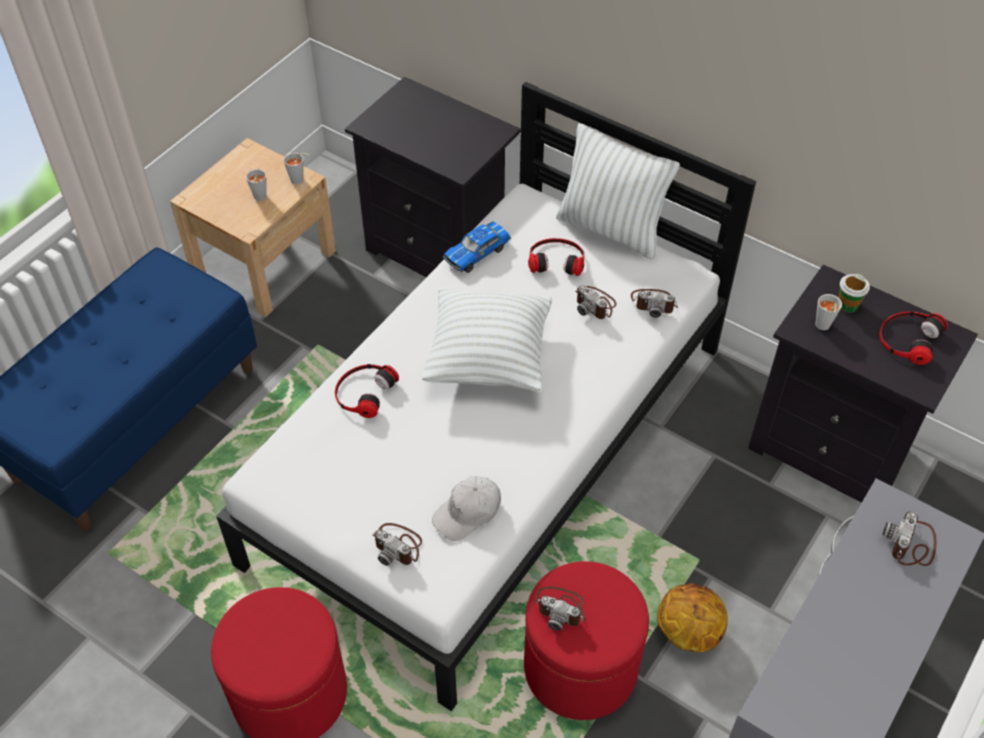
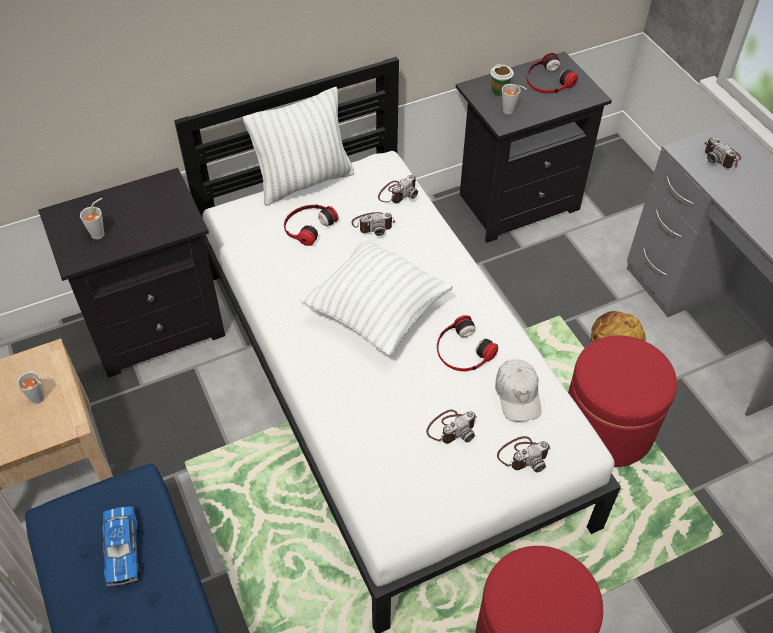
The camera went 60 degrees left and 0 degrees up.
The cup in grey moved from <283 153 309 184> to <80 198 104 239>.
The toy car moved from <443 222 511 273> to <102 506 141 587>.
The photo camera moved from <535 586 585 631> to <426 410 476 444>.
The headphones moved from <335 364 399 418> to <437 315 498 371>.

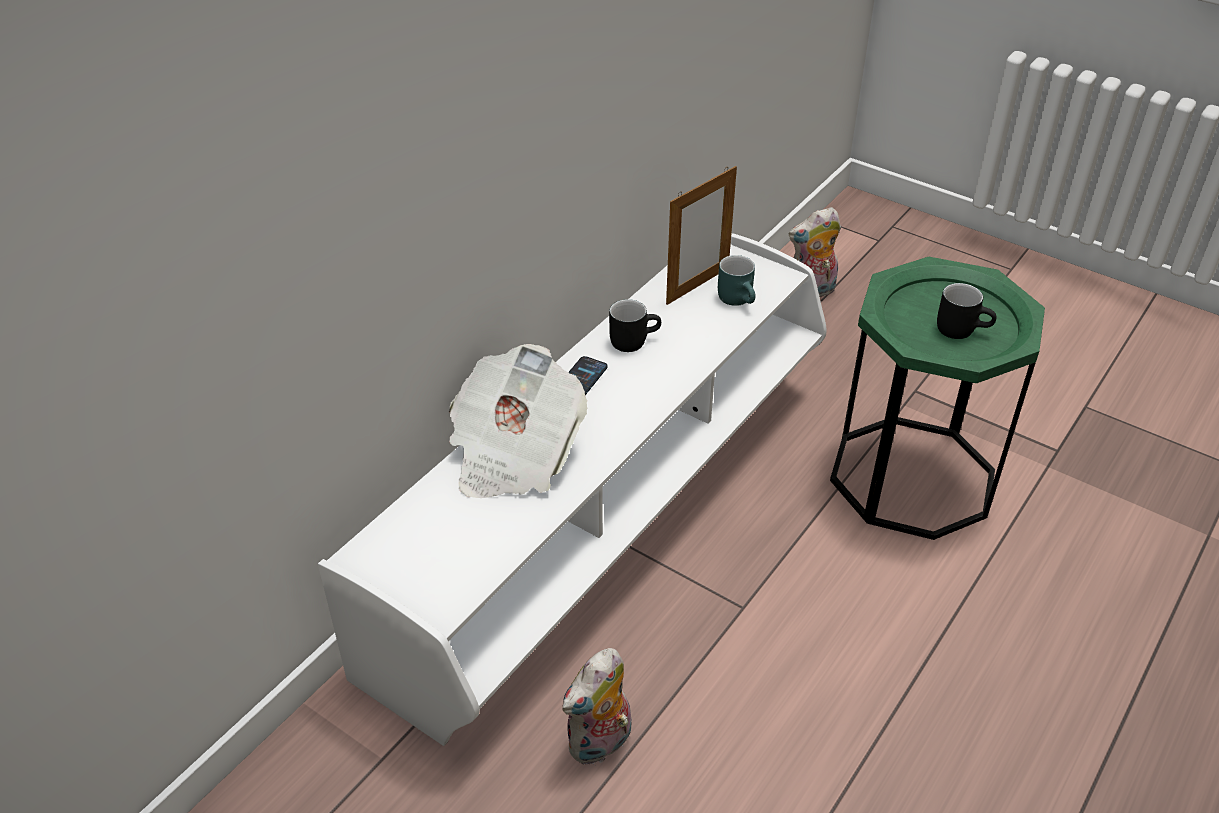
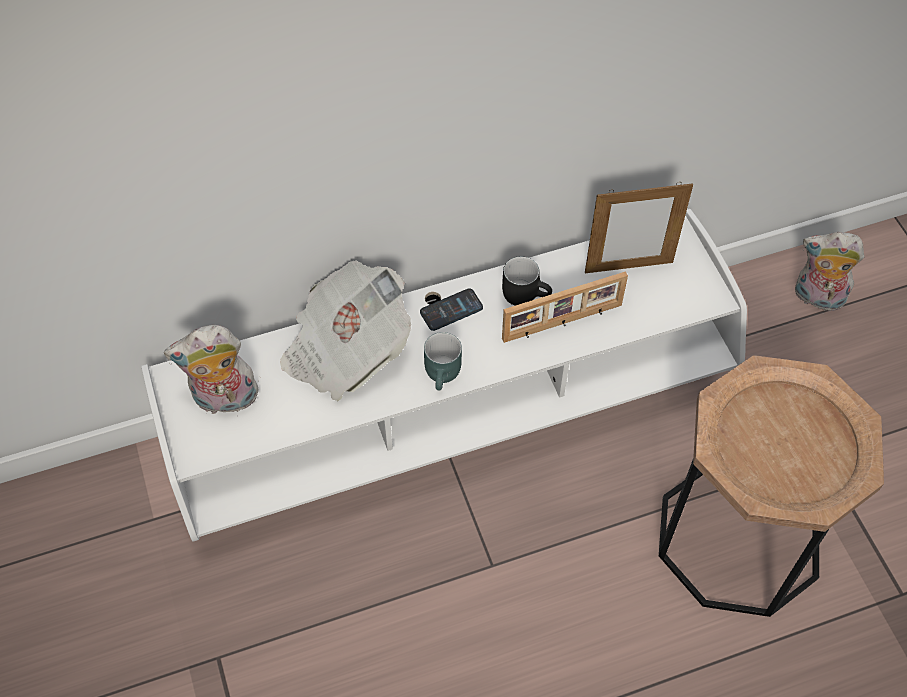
The camera went 35 degrees right and 15 degrees up.
The plush toy moved from <562 648 631 766> to <164 325 259 414>.
The mug in turquoise moved from <718 255 756 306> to <424 332 462 390>.
The picture frame at <502 271 628 343> appeared.
The side table in green at <830 257 1045 540> became the side table in brown at <659 355 884 617>.
The mug in black at <937 283 996 339> disappeared.

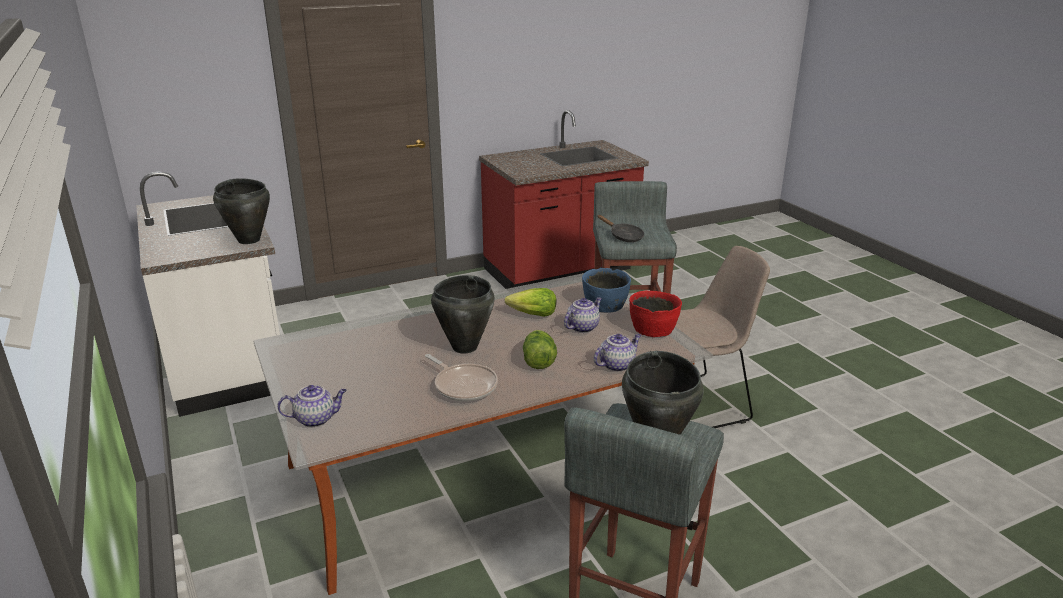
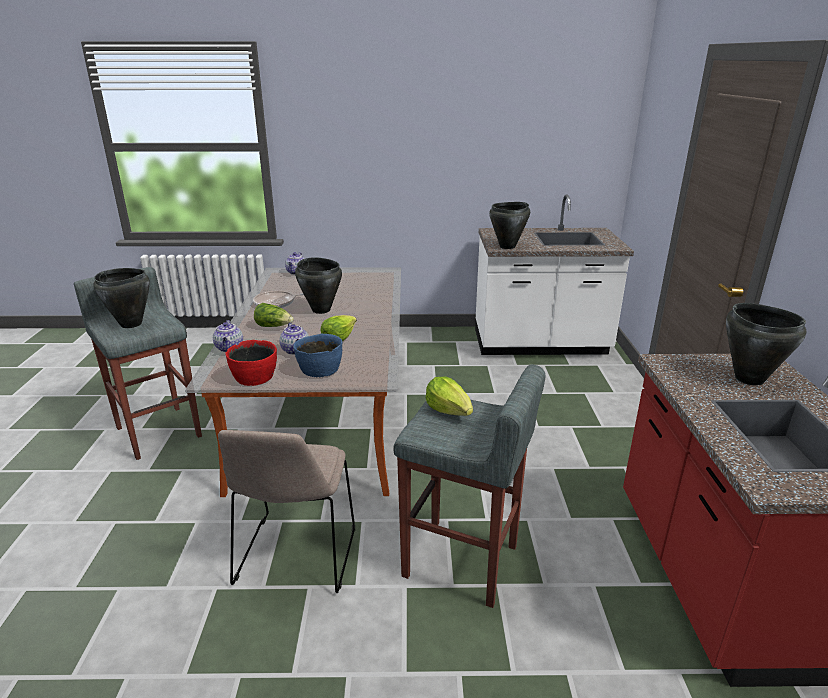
The camera went 115 degrees right and 0 degrees up.
The frying pan in black at <597 215 644 242> was replaced by the lettuce at <426 377 473 416>.
The cooking pot in black at <726 303 806 385> appeared.

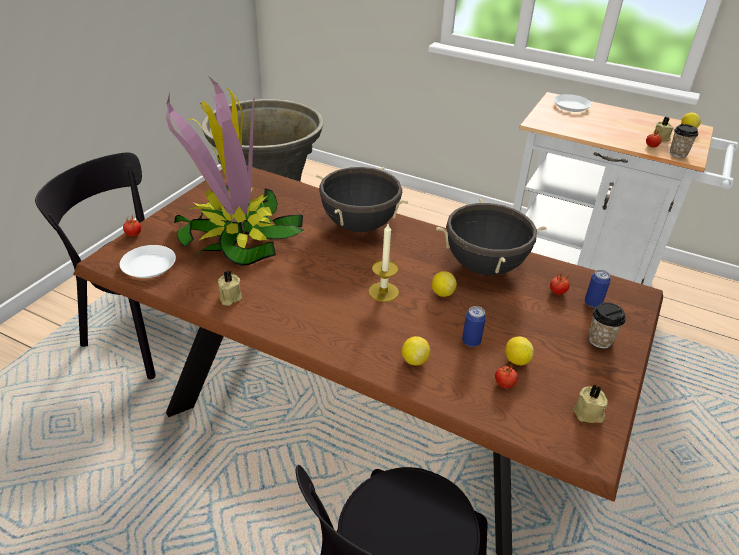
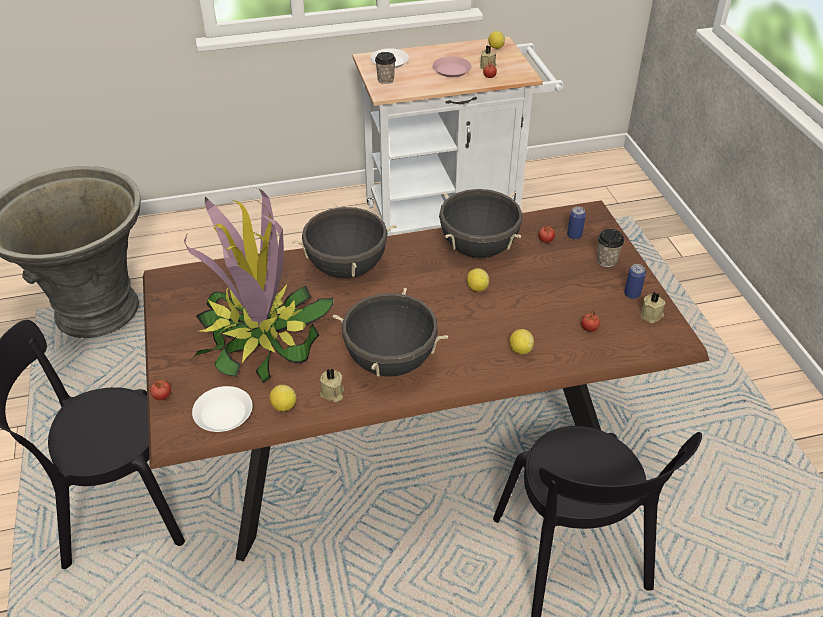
The camera went 40 degrees left and 5 degrees up.
The lemon moved from <505 336 534 365> to <269 385 297 411>.
The cooking pot in black at <333 288 449 377> appeared.
The cup moved from <670 124 698 158> to <375 52 396 84>.
The plate in pink at <432 56 471 77> appeared.
The can moved from <462 306 486 347> to <624 264 646 299>.
The candle at <368 224 399 302> disappeared.

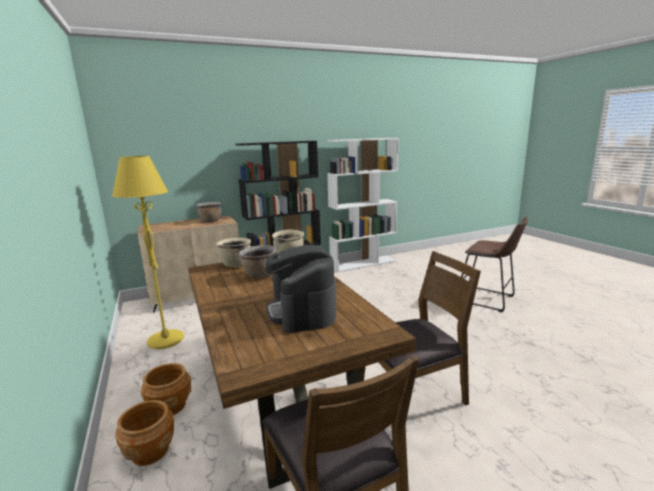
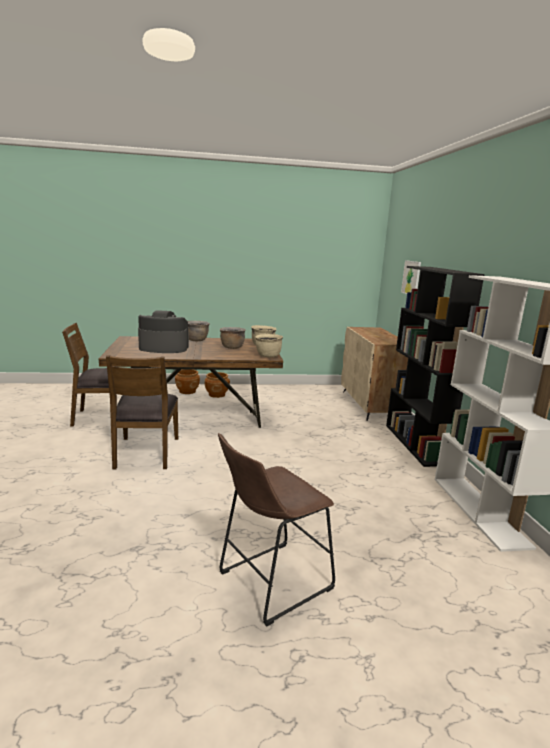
The camera went 105 degrees right and 0 degrees up.
The cooking pot in brown moved from <196 202 221 222> to <188 321 210 341>.
The picture at <401 260 421 294> appeared.
The floor lamp in yellow at <112 156 184 349> disappeared.

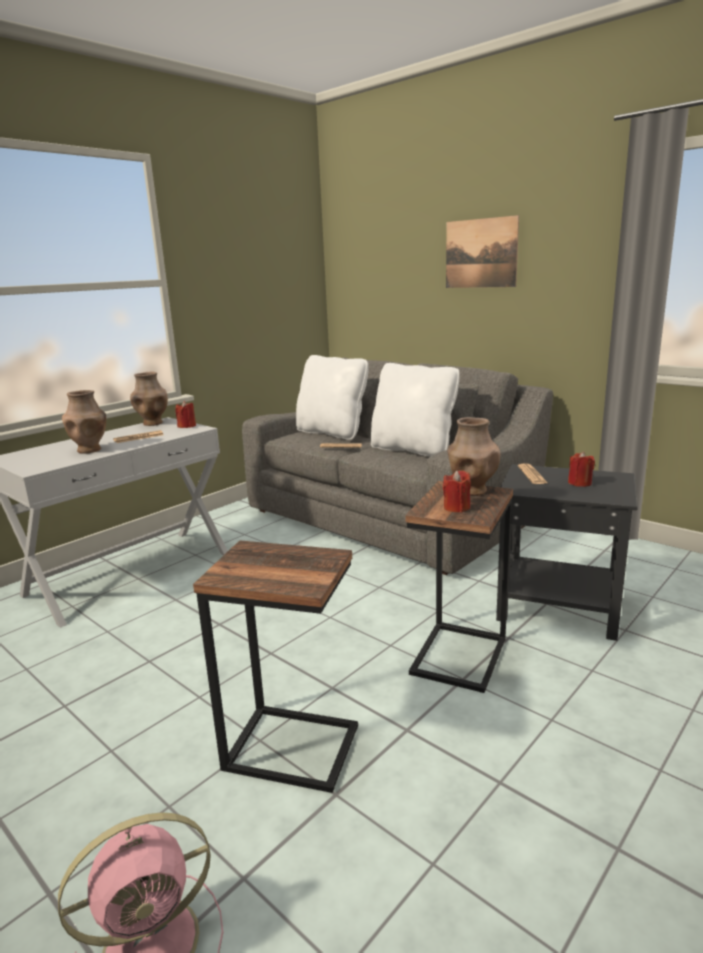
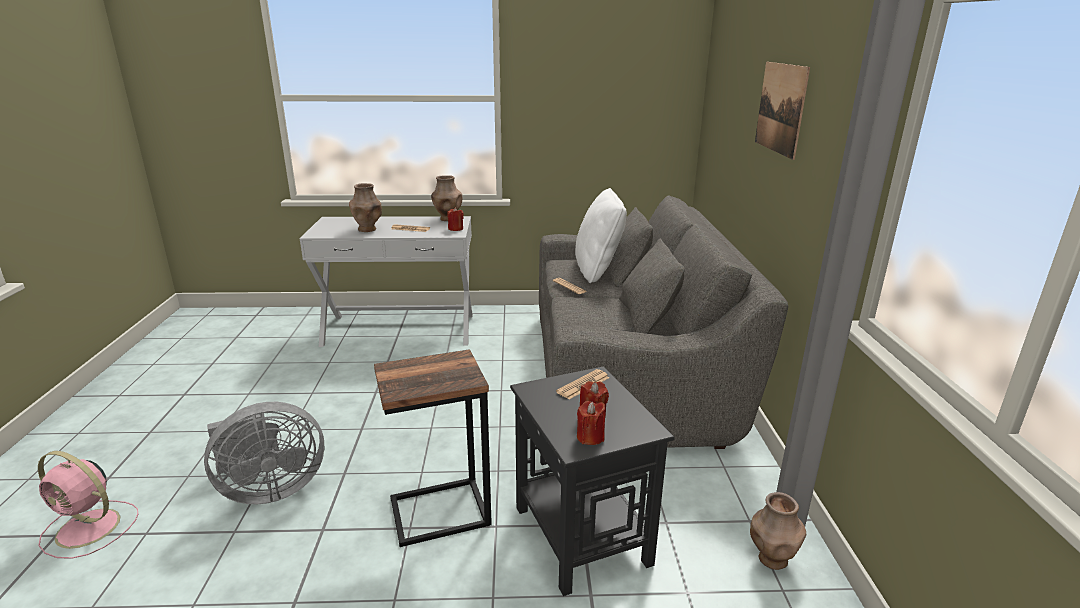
The camera went 45 degrees right and 5 degrees up.
The side table at <193 540 358 793> was replaced by the fan in grey at <204 402 324 504>.
The candle in red moved from <443 470 471 512> to <577 401 605 445>.
The vase in brown moved from <447 417 500 496> to <750 492 806 570>.
The pillow in white at <371 363 460 457> disappeared.

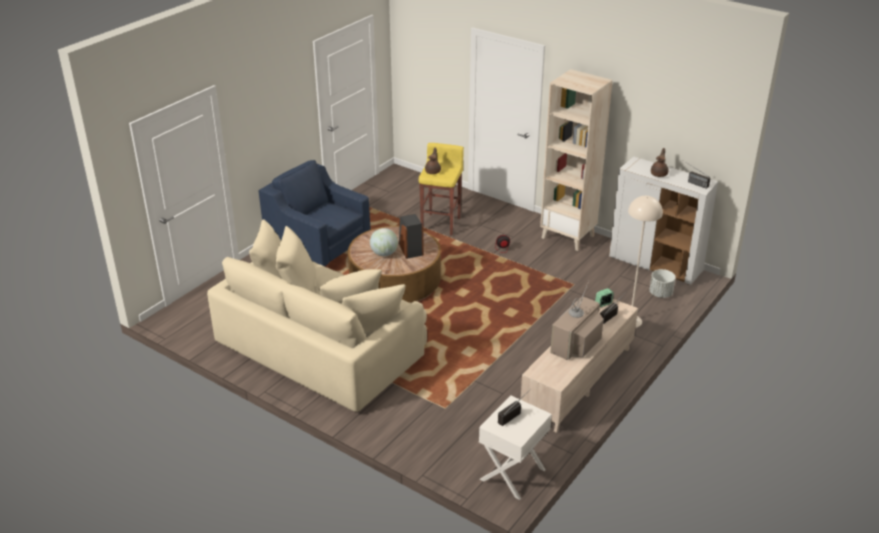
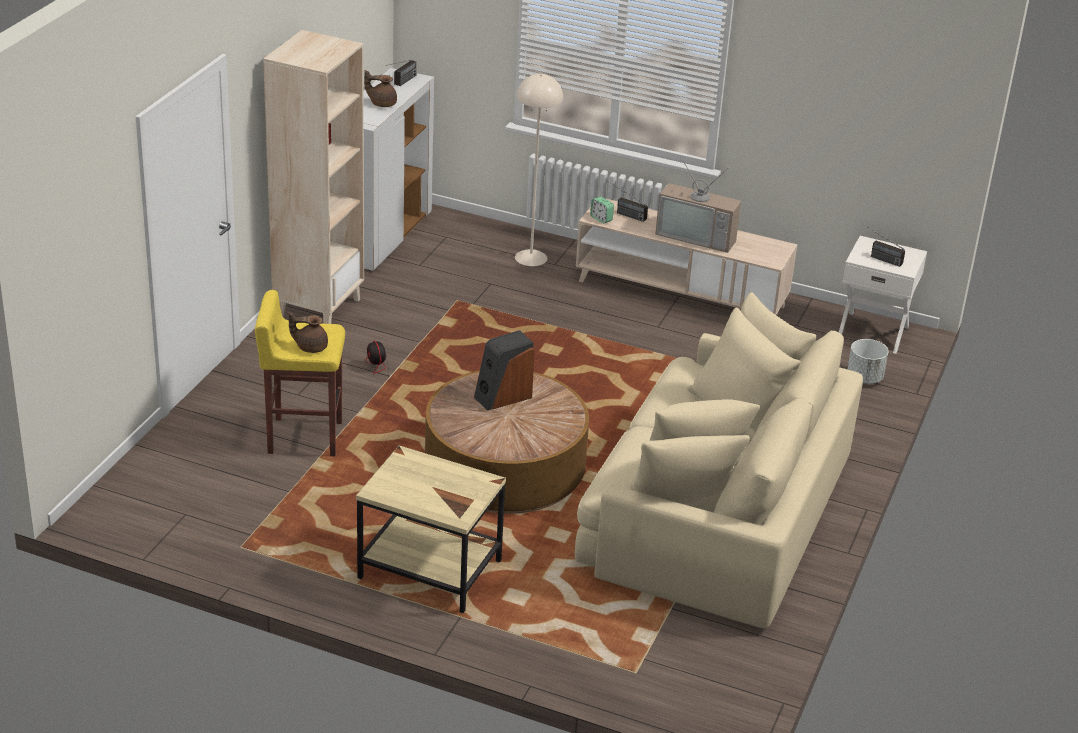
The camera went 105 degrees left and 0 degrees up.
The armchair in blue at <259 160 371 267> was replaced by the side table in beige at <356 445 506 613>.
The planter in white moved from <650 269 676 298> to <847 339 888 384>.
The globe at <370 228 398 256> disappeared.

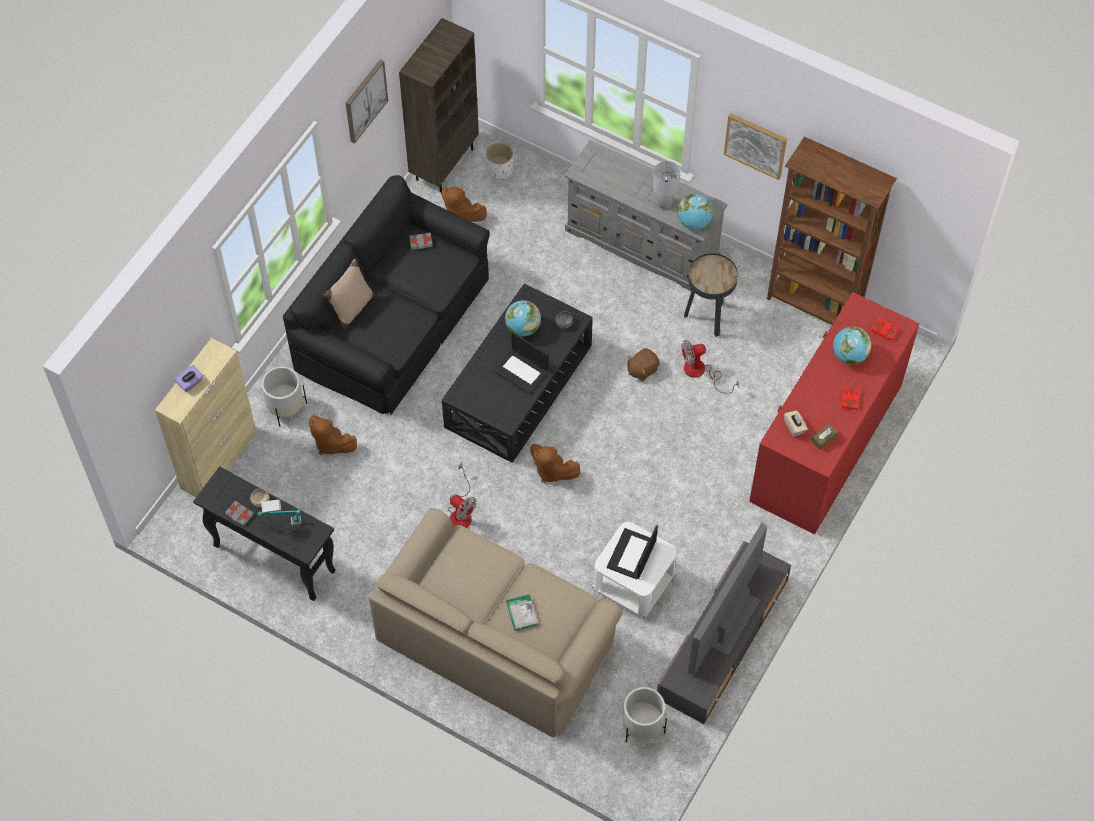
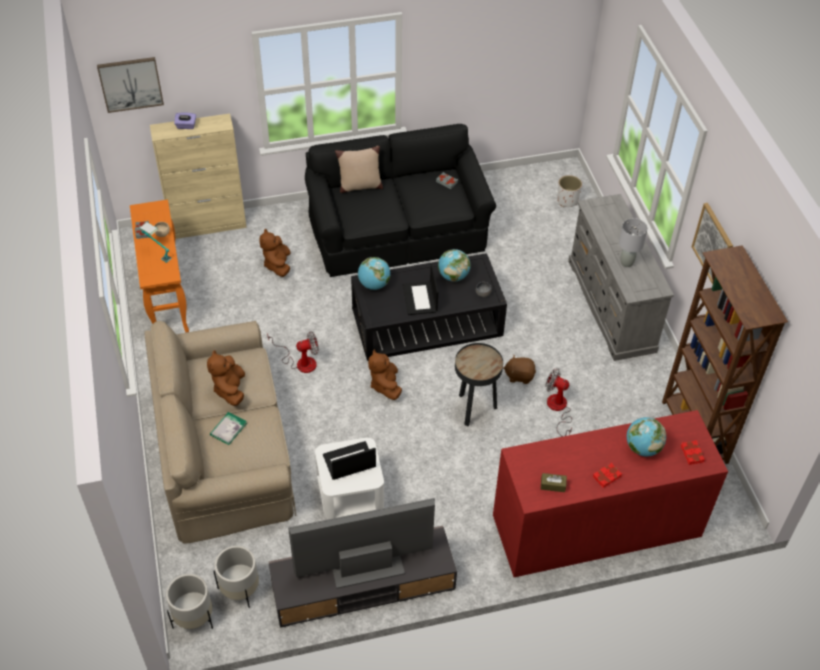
The camera went 45 degrees right and 10 degrees down.
The picture moved from <346 59 388 144> to <97 57 164 113>.
The console table in black at <193 466 336 601> became the console table in orange at <130 199 189 332>.
The planter in white moved from <262 366 307 427> to <166 574 213 629>.
The plush toy in brown moved from <441 186 487 222> to <207 350 245 406>.
The fan at <448 463 476 528> turned 105 degrees counterclockwise.
The globe moved from <677 193 713 230> to <358 257 390 290>.
The side table in black moved from <684 253 738 337> to <455 343 503 426>.
The bookcase in brown at <399 18 479 192> disappeared.
The tissue box in beige at <784 410 808 437> disappeared.

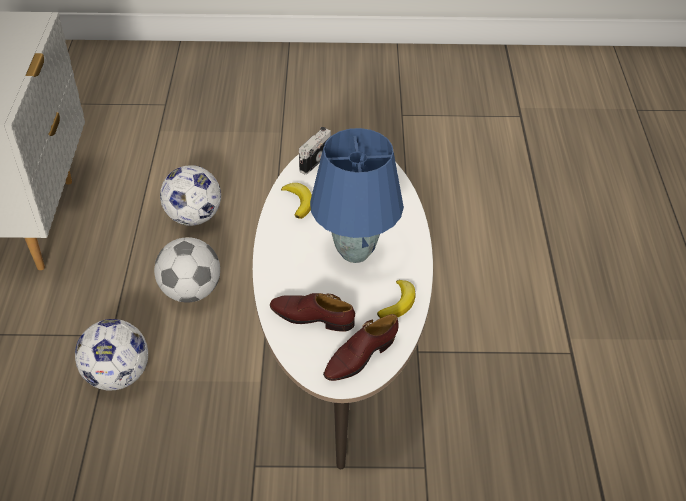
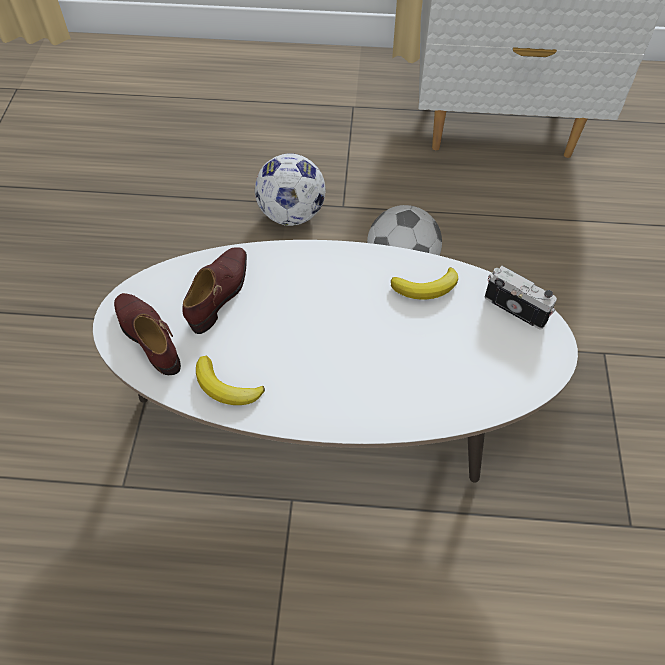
The camera went 95 degrees right and 10 degrees up.
The football at <160 165 221 226> disappeared.
The table lamp in blue at <310 128 404 263> disappeared.

